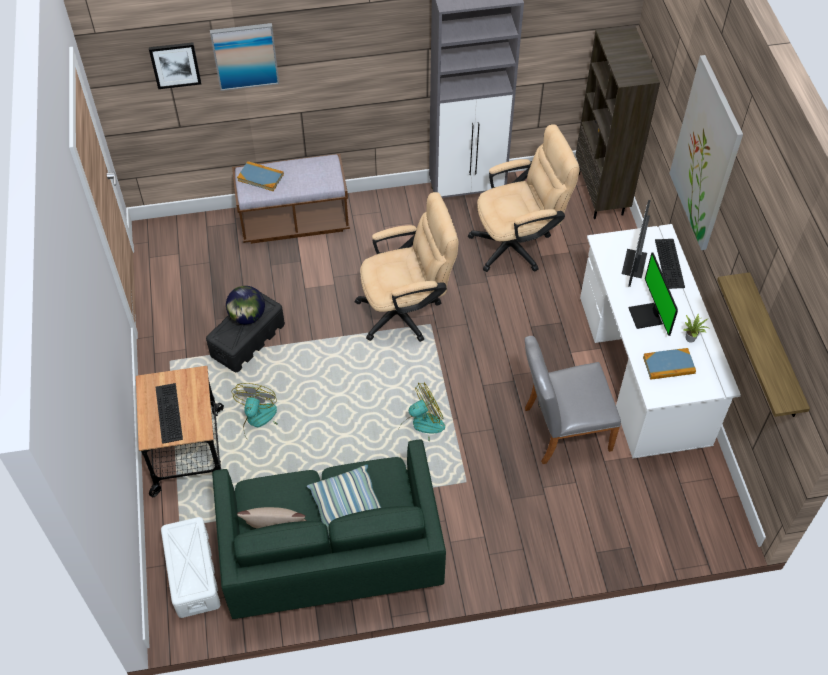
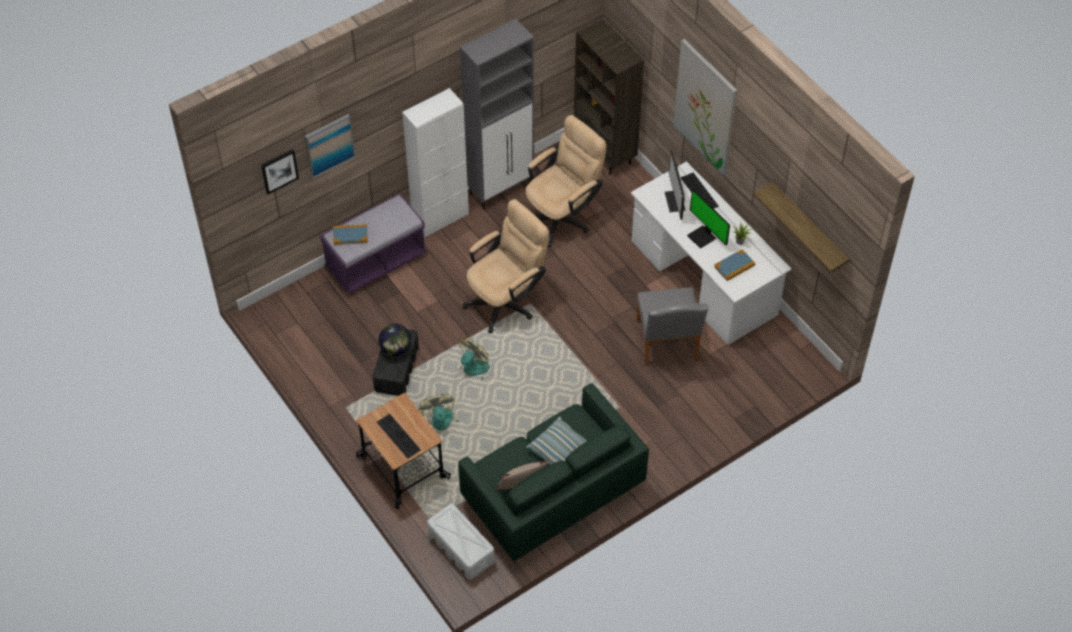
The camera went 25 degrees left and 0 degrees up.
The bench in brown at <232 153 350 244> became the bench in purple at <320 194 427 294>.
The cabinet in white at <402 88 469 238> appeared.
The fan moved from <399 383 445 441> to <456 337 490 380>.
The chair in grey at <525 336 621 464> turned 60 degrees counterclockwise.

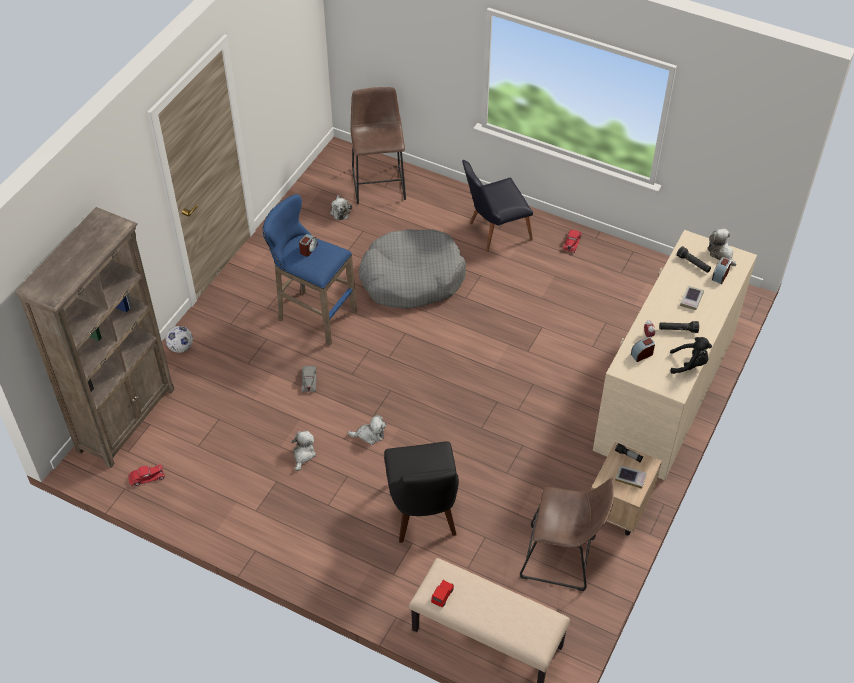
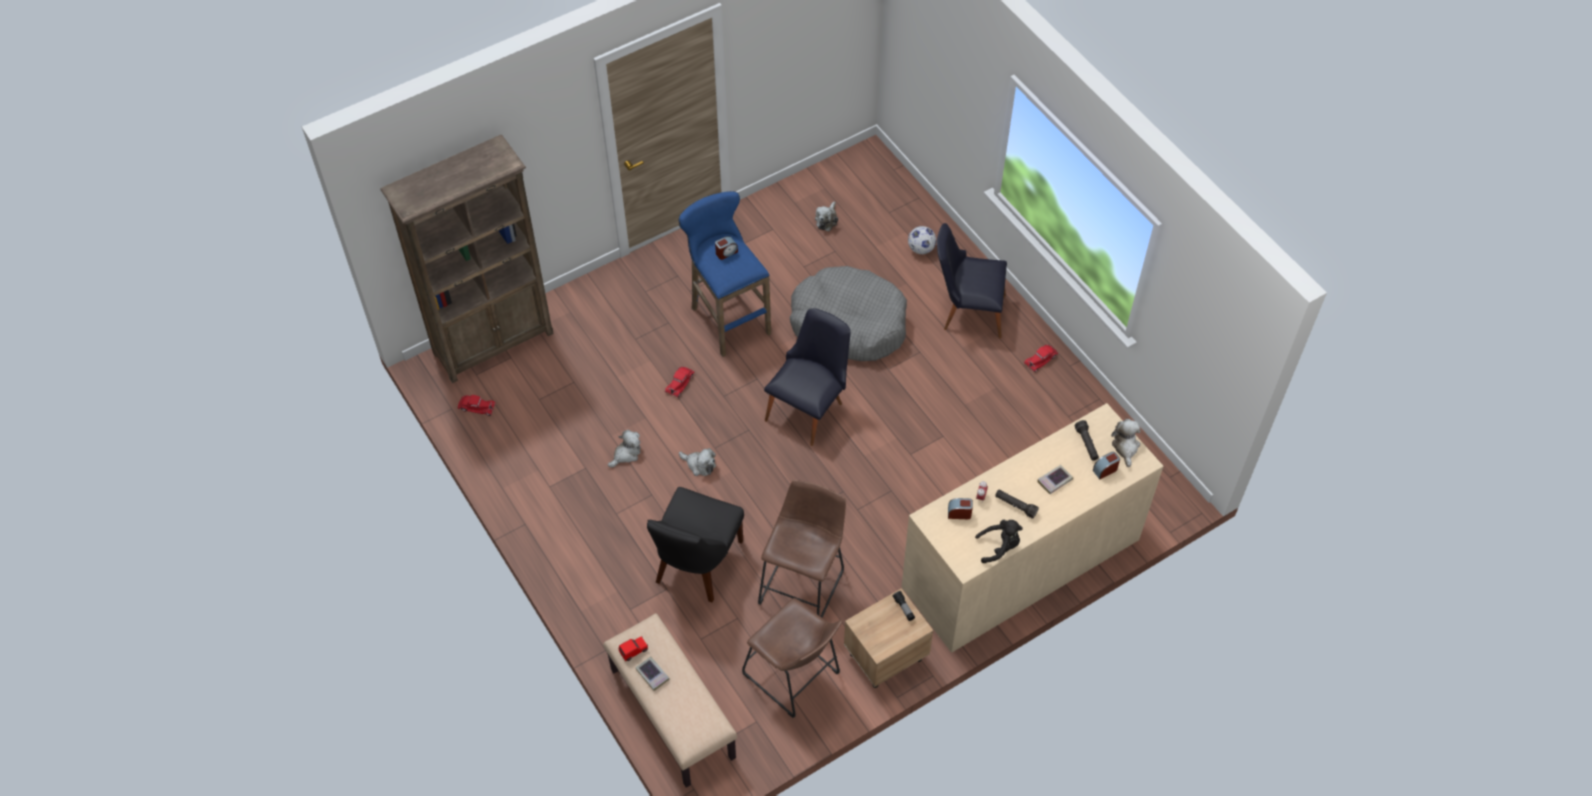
The camera went 30 degrees right and 5 degrees up.
The book moved from <615 465 647 489> to <635 656 670 691>.
The toy car in grey at <302 366 316 392> became the toy car in red at <665 367 695 397>.
The stool in brown moved from <350 87 406 204> to <758 480 846 618>.
The chair in black at <764 308 851 446> appeared.
The football moved from <165 326 193 353> to <908 226 936 255>.
The plush toy in black at <670 337 712 374> turned 45 degrees counterclockwise.

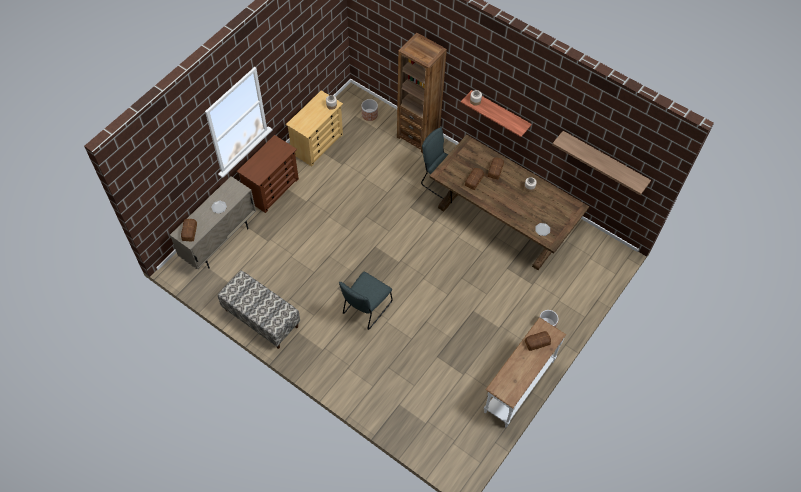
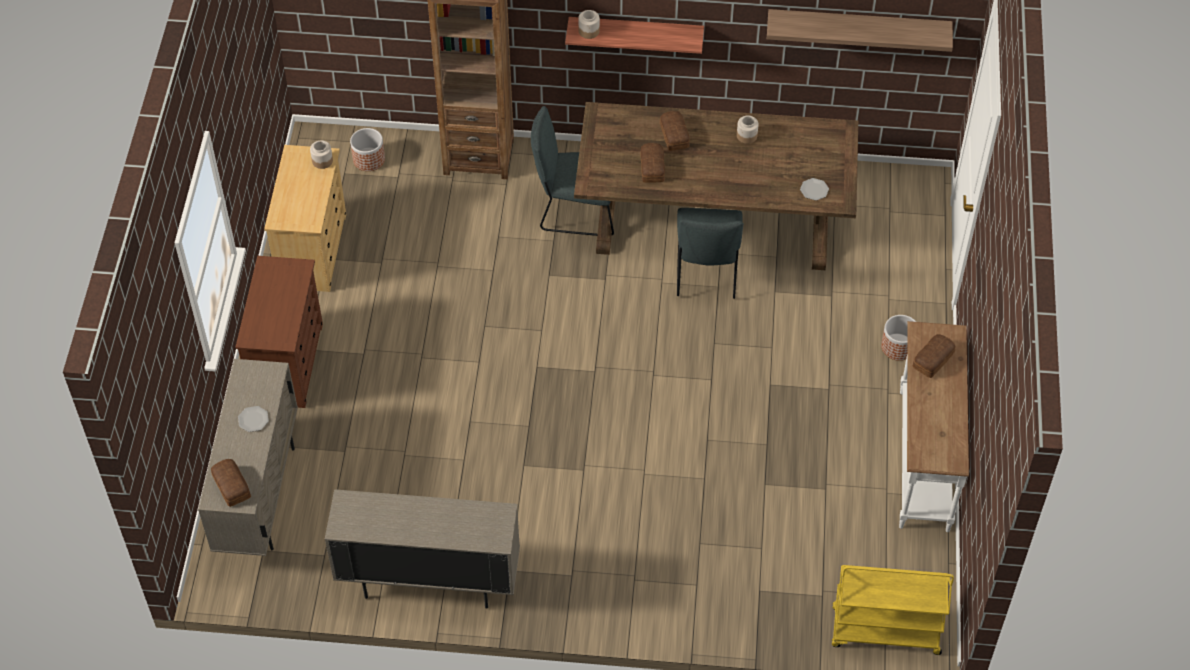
The camera went 30 degrees left and 5 degrees down.
The bench at <218 271 300 349> was replaced by the cabinet in beige at <325 489 520 609>.
The chair in grey moved from <339 271 393 330> to <677 208 743 299>.
The cart in yellow at <832 565 954 655> appeared.

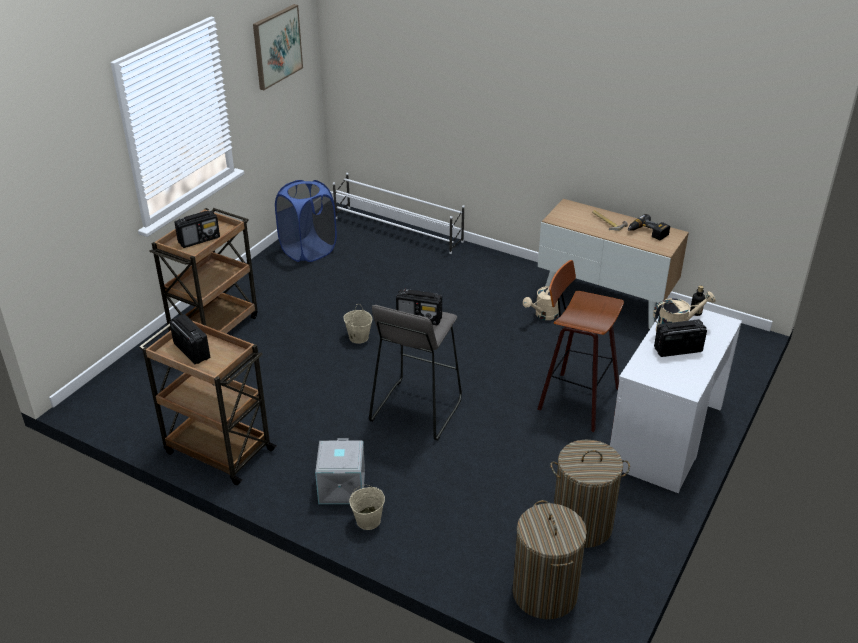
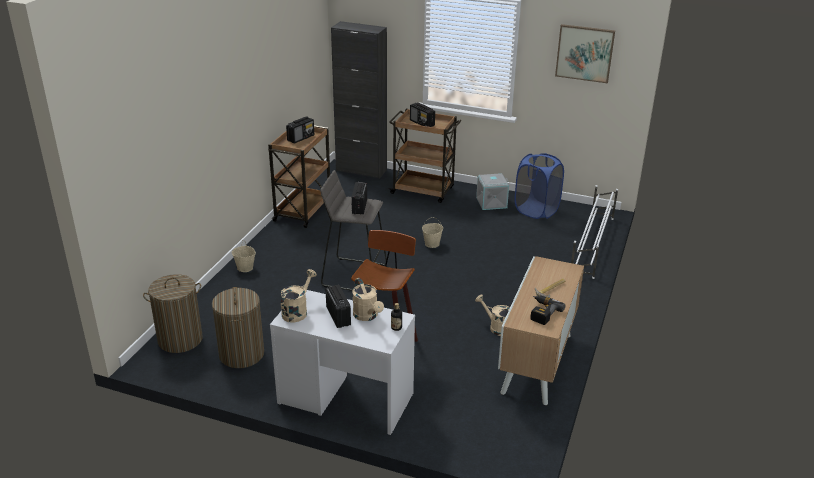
The camera went 80 degrees right and 5 degrees down.
The watering can in beige at <281 269 317 323> appeared.
The cabinet in black at <331 21 387 179> appeared.
The storage box in grey moved from <315 438 365 504> to <476 173 509 210>.

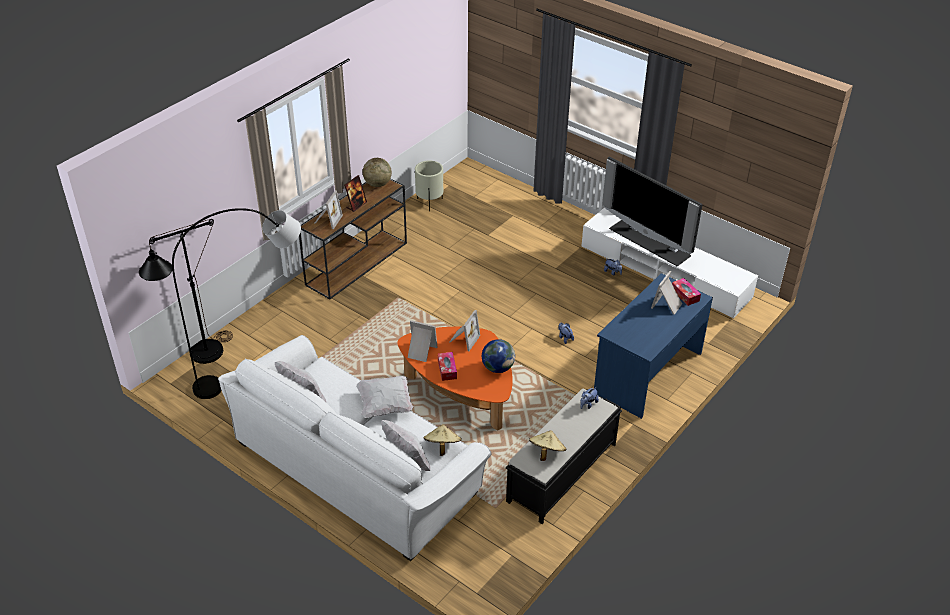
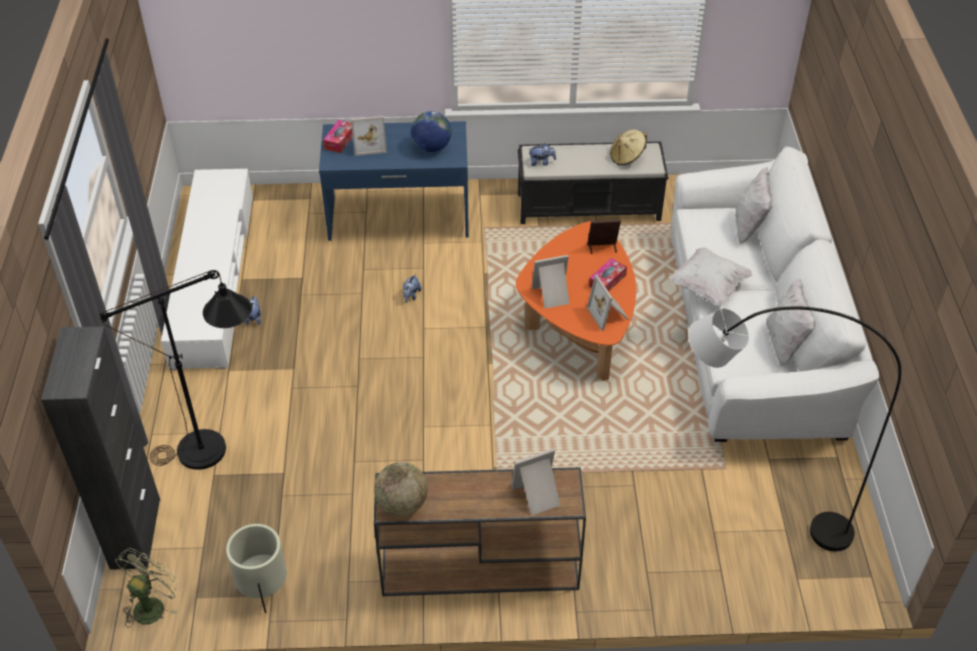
The camera went 130 degrees left and 5 degrees up.
The cabinet in black at <41 326 160 570> appeared.
The floor lamp in black moved from <139 219 233 364> to <99 270 252 470>.
The fan in green at <115 548 182 628> appeared.
The globe moved from <482 339 515 373> to <411 111 451 152>.
The picture frame moved from <344 175 367 212> to <587 220 621 254>.
The hat in beige at <424 424 462 456> disappeared.
The television at <602 157 703 266> disappeared.

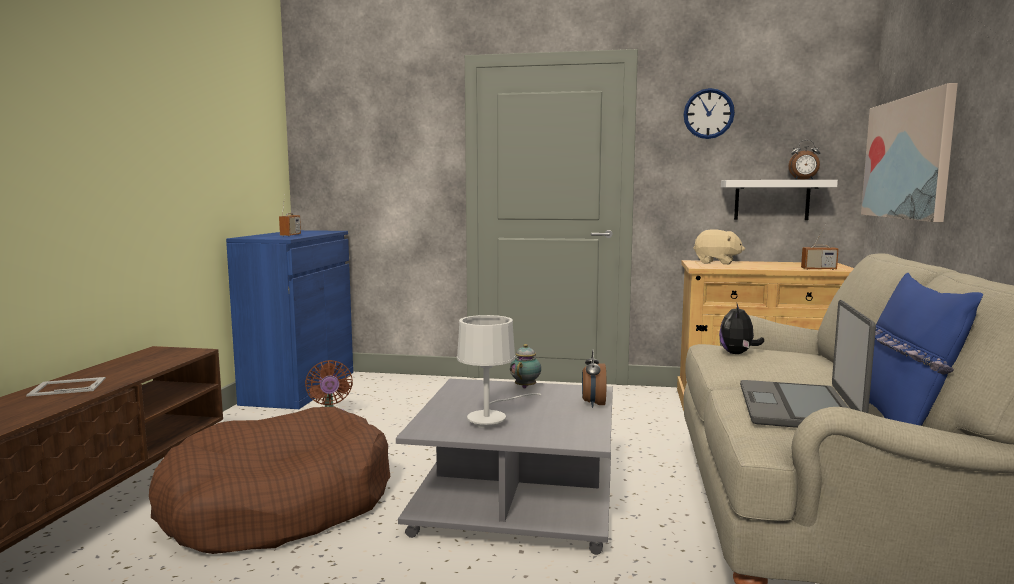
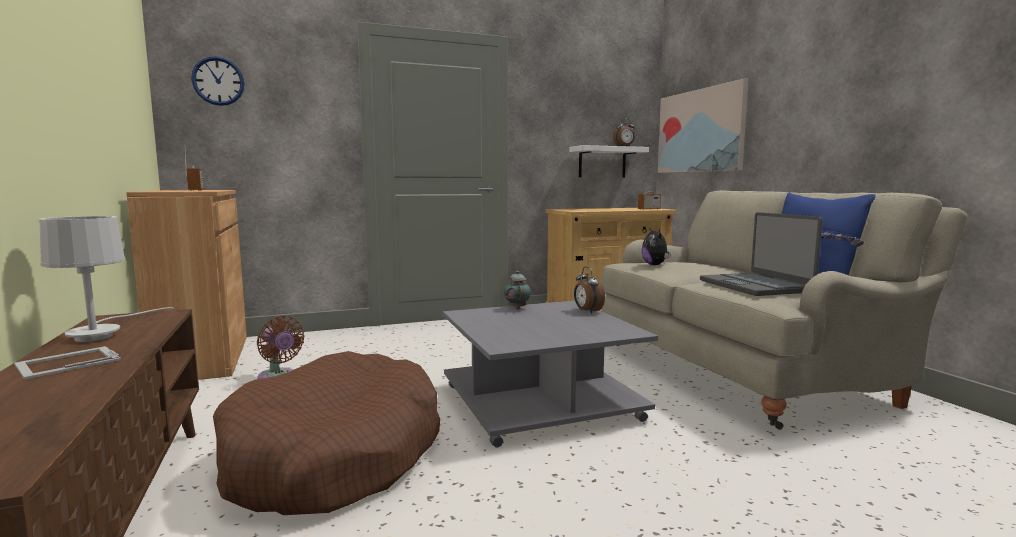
The camera went 30 degrees left and 0 degrees up.
The table lamp in white moved from <457 315 541 428> to <39 216 174 342>.
The cabinet in blue at <226 230 353 409> became the cabinet in brown at <126 190 247 380>.
The wall clock moved from <683 88 735 139> to <191 56 244 106>.
The plush toy in beige at <693 229 745 264> disappeared.

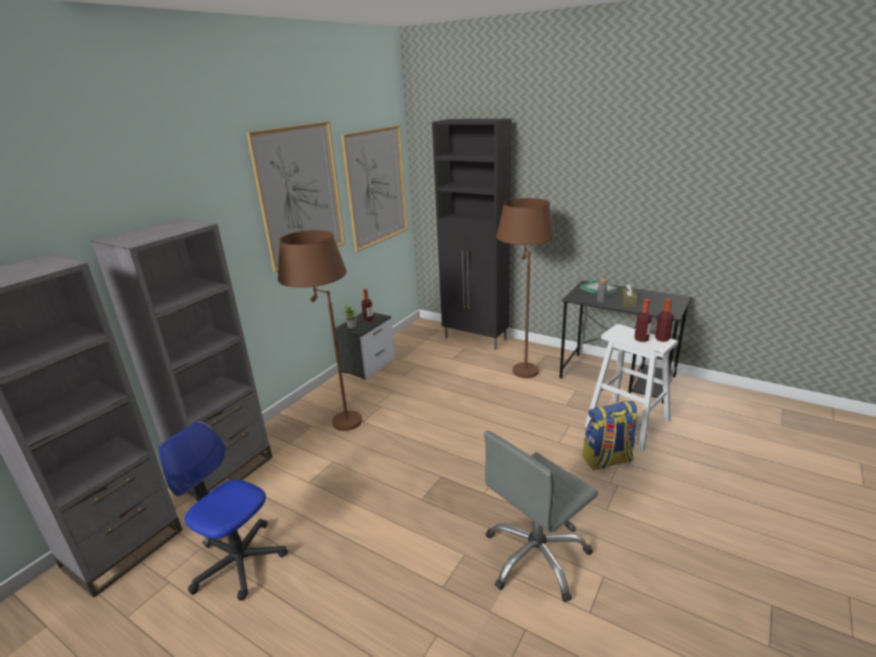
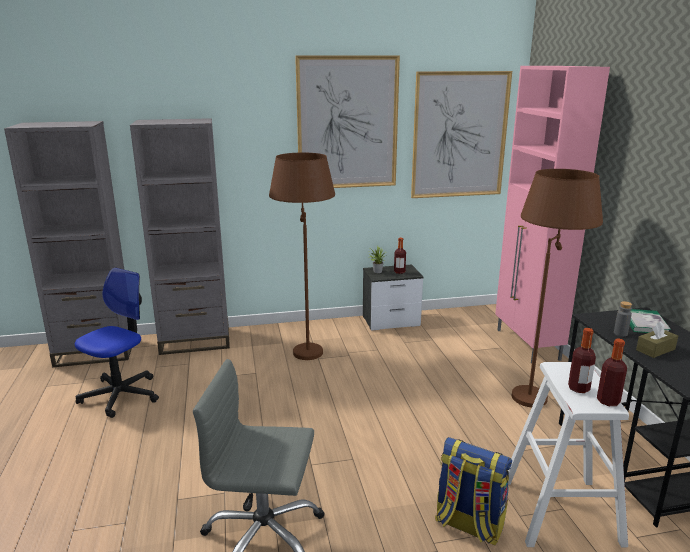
The camera went 45 degrees right and 5 degrees down.
The office chair at <158 421 288 600> turned 45 degrees clockwise.
The cabinet in black at <432 119 512 350> became the cabinet in pink at <495 66 610 363>.

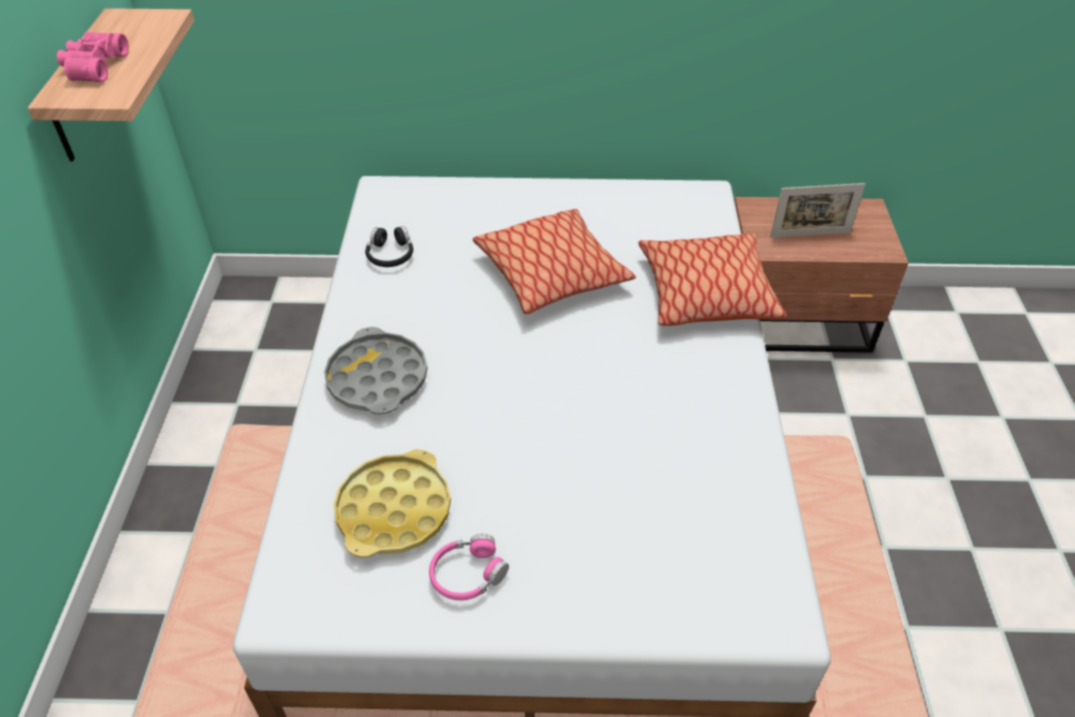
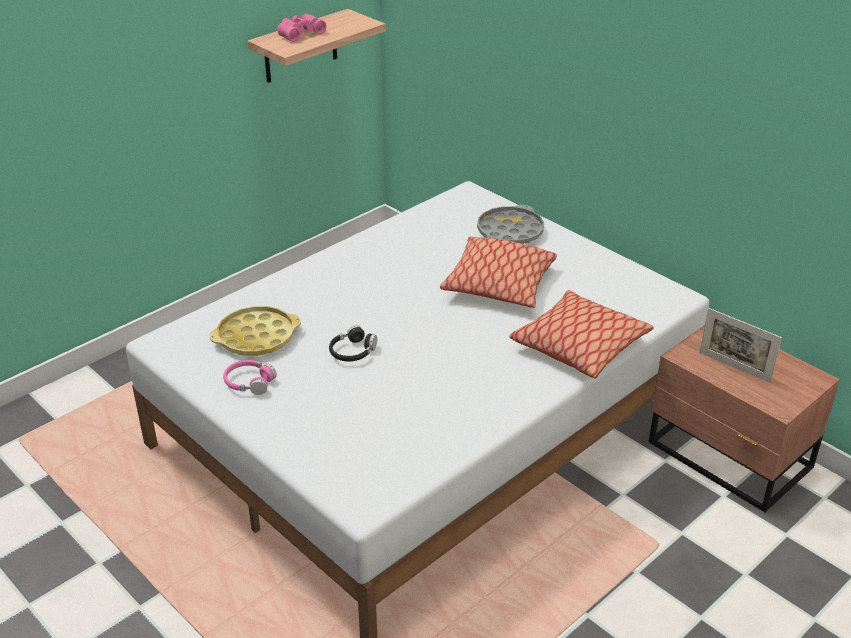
The camera went 45 degrees right and 10 degrees down.
The headphones in black moved from <365 226 413 267> to <329 325 377 361>.
The tray in grey moved from <324 327 428 415> to <477 205 544 244>.

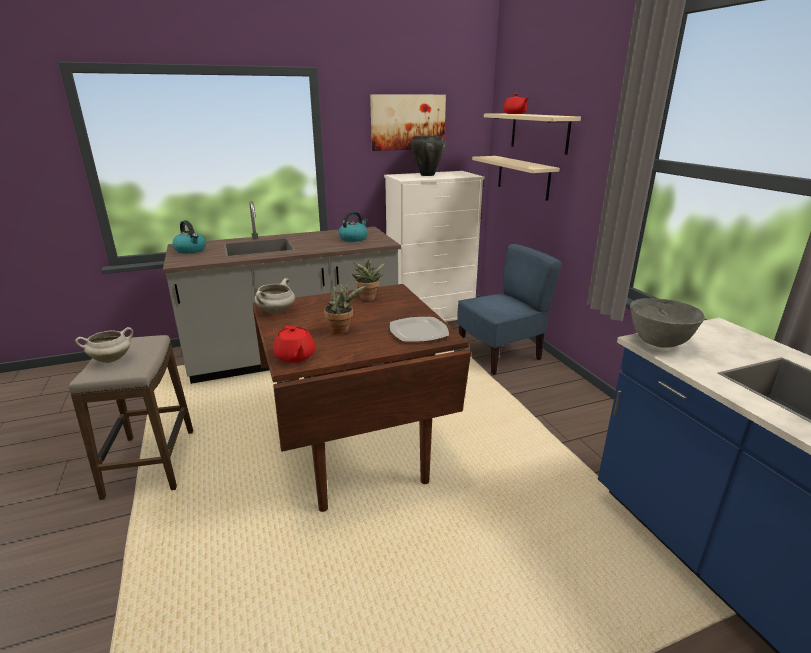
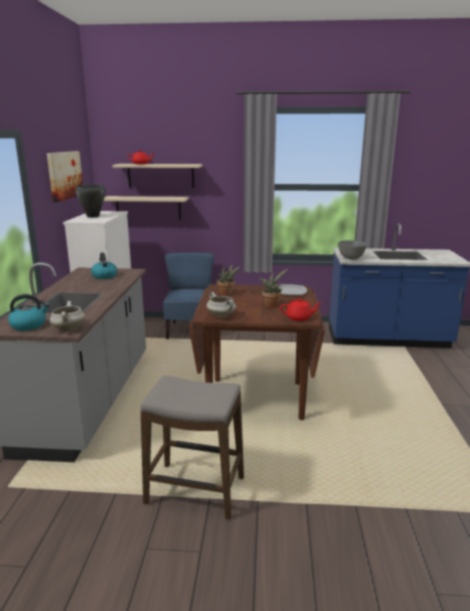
The camera went 65 degrees left and 5 degrees down.
The cooking pot in white moved from <75 327 133 363> to <50 301 85 331>.

